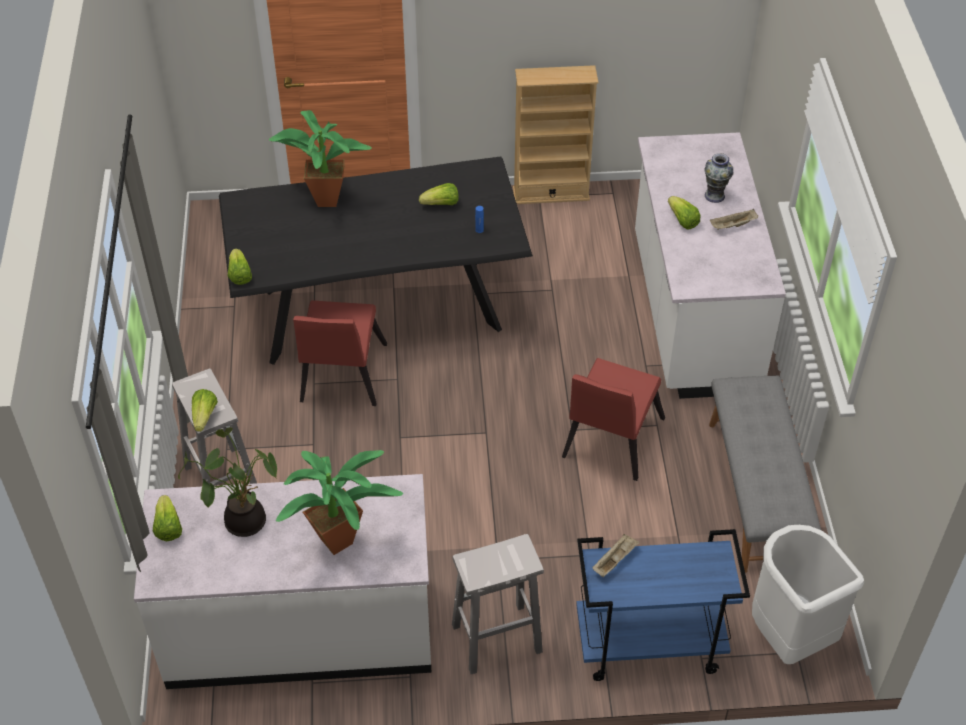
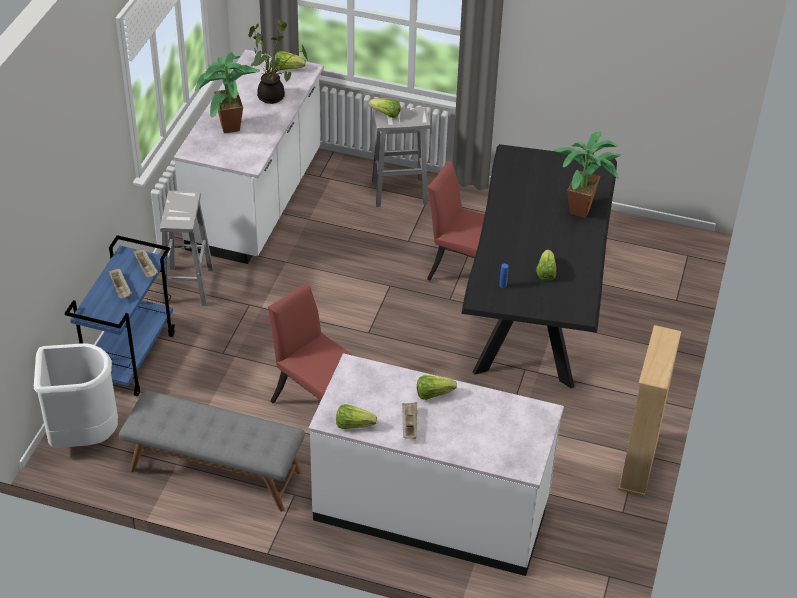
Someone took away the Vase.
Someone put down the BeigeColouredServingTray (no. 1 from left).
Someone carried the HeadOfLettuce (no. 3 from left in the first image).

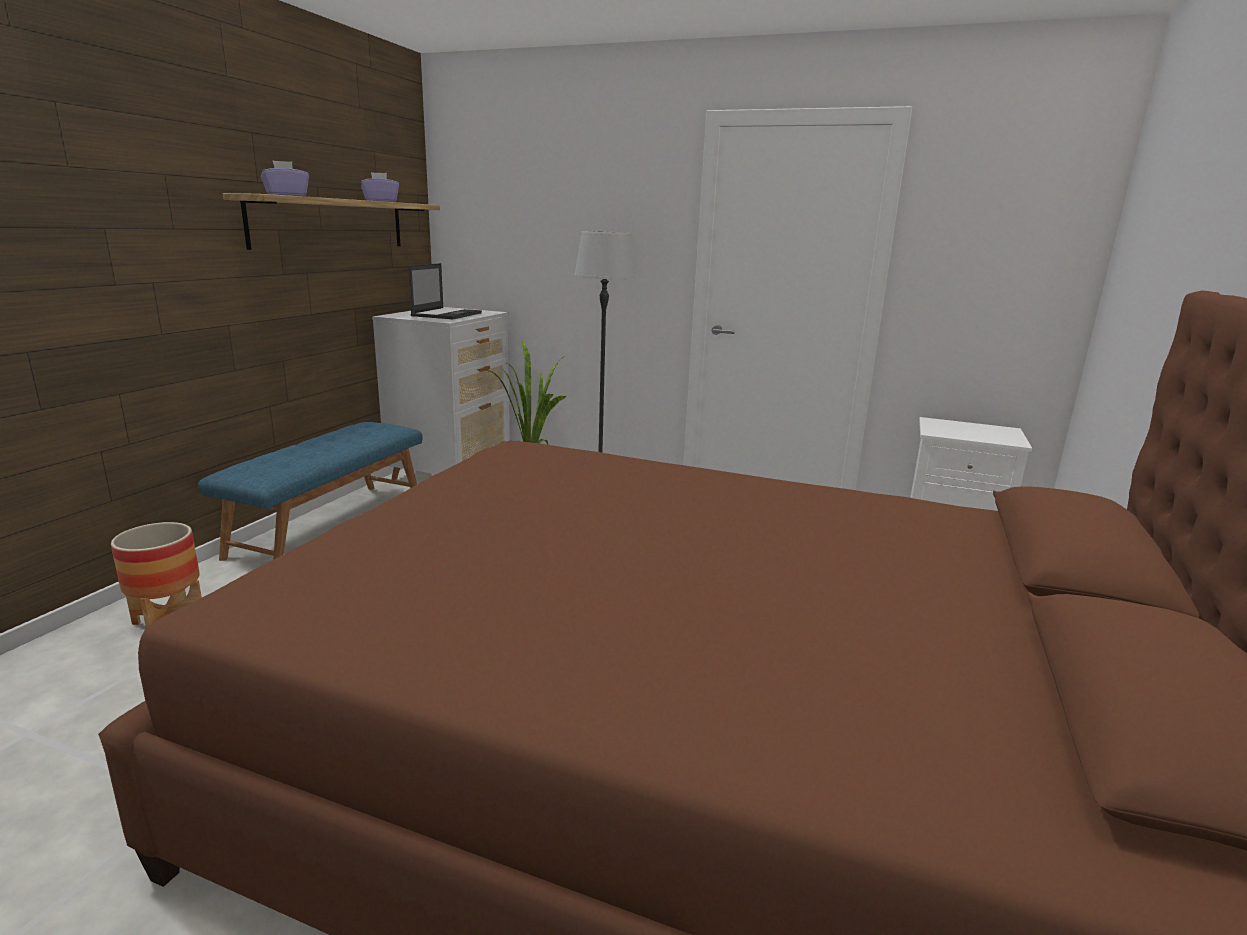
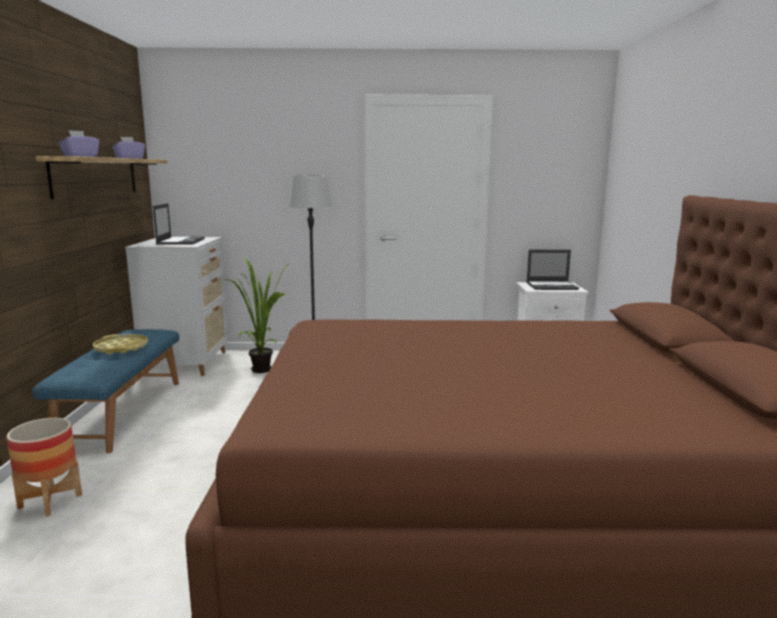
Someone put down the YellowishServingTray.
Someone put down the PortableComputer (no. 2 from left).

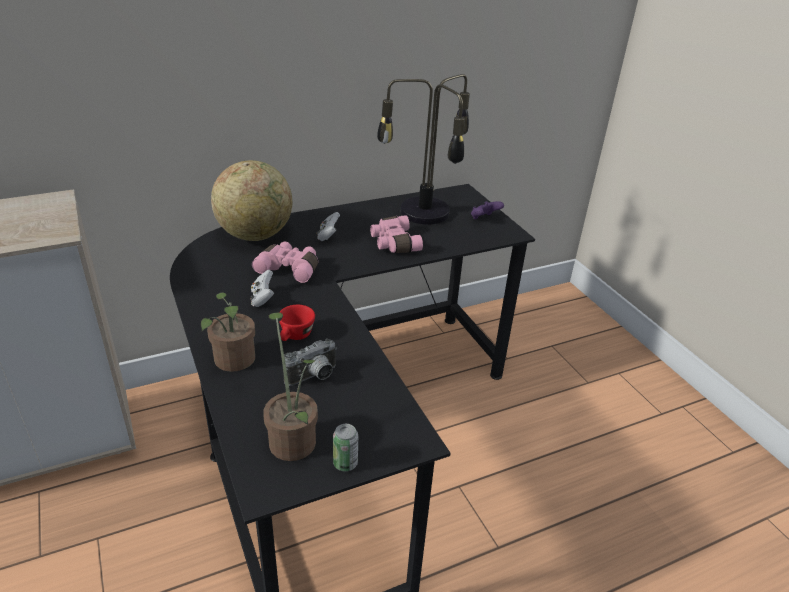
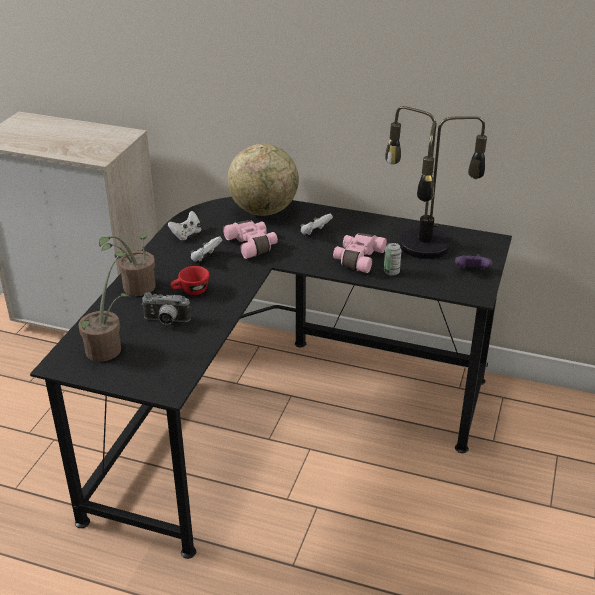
Someone put down the WhiteJoypad (no. 1 from left).
Someone carried the SealedCan.

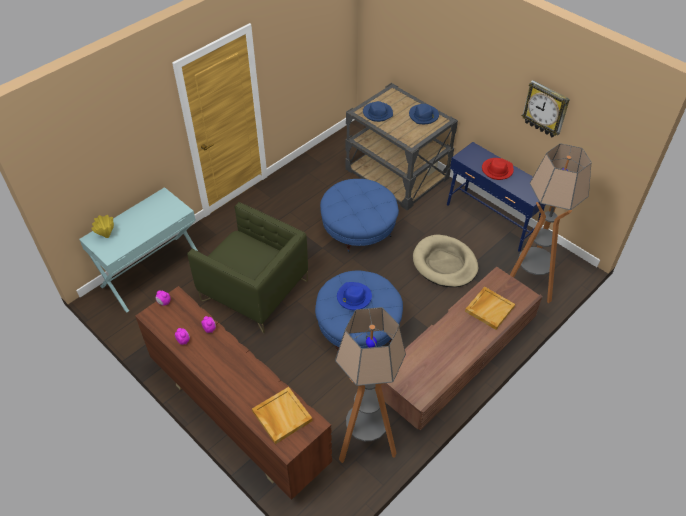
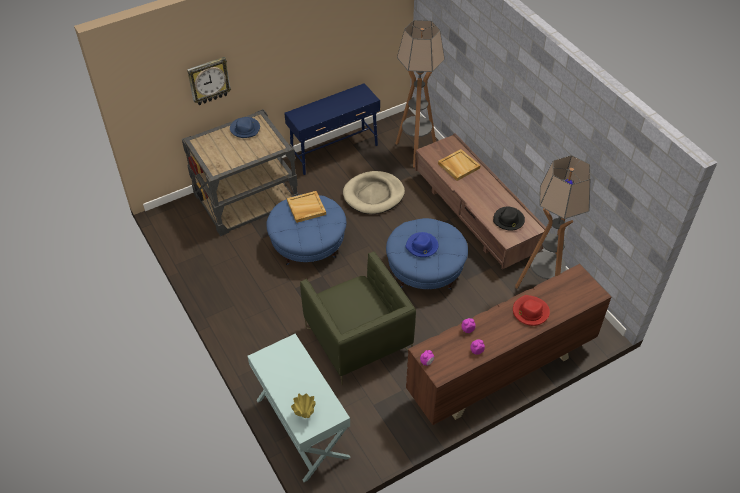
Someone took away the BlueColouredHat (no. 2 from left).
Someone put down the BlackishHat.
Someone carried the BeigeColouredServingTray (no. 1 from left).
Someone carried the ReddishHat.
Someone carried the HangingClock.
Someone rotated the GreenColouredLoungeChair by 105 degrees clockwise.

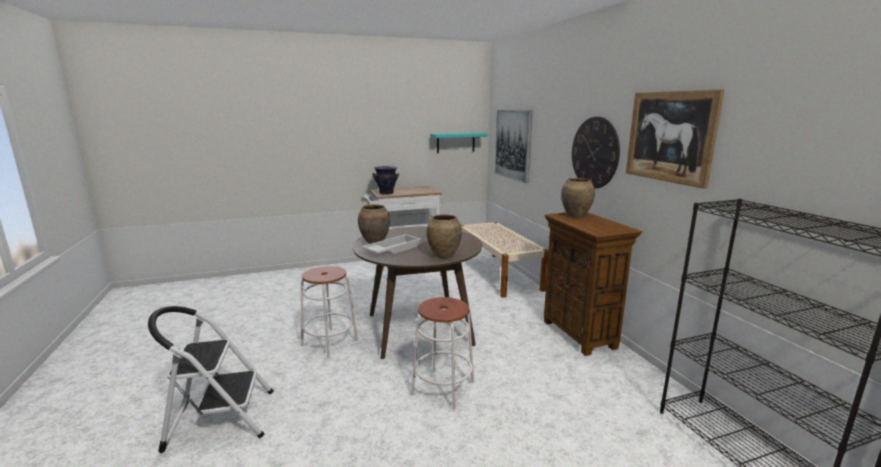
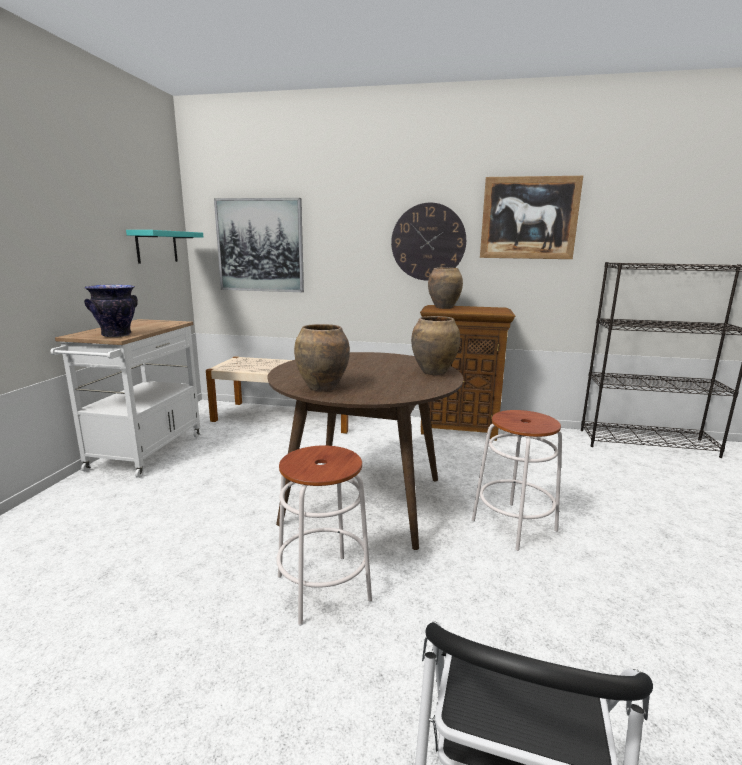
Someone took away the WhiteServingTray.

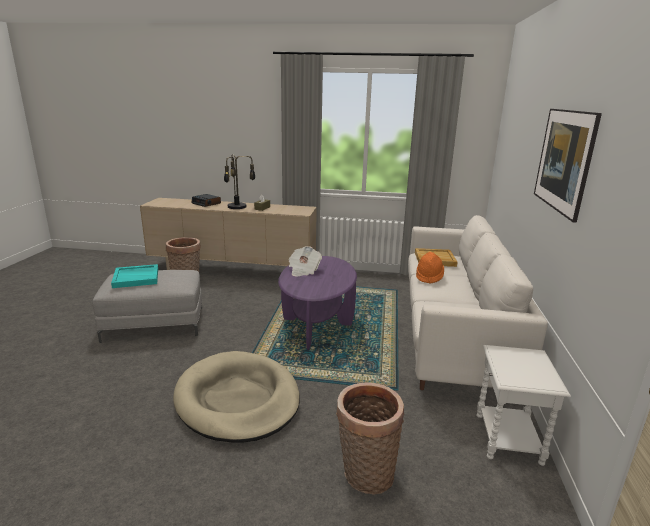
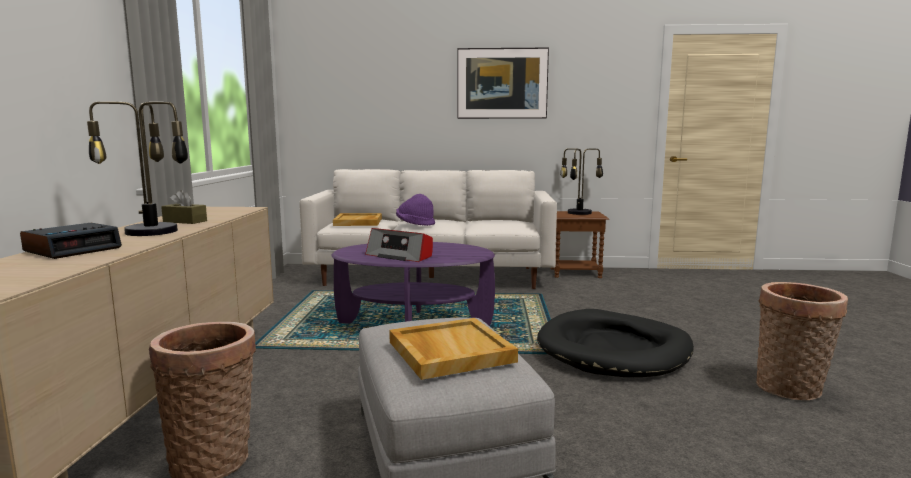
Someone put down the TableLamp (no. 2 from left).
Someone carried the StorageBasket (no. 2 from left).
Someone swapped the DailyPaper for the Radio.
Someone repainted the TurquoiseColouredServingTray, which became the BeigeColouredServingTray (no. 2 from left).
Someone repainted the BeigeColouredDogCushion, which became the BlackishDogCushion.
Someone repainted the OrangeHat, which became the PurpleHat.
Someone repainted the WhiteSideTable, which became the BrownishSideTable.

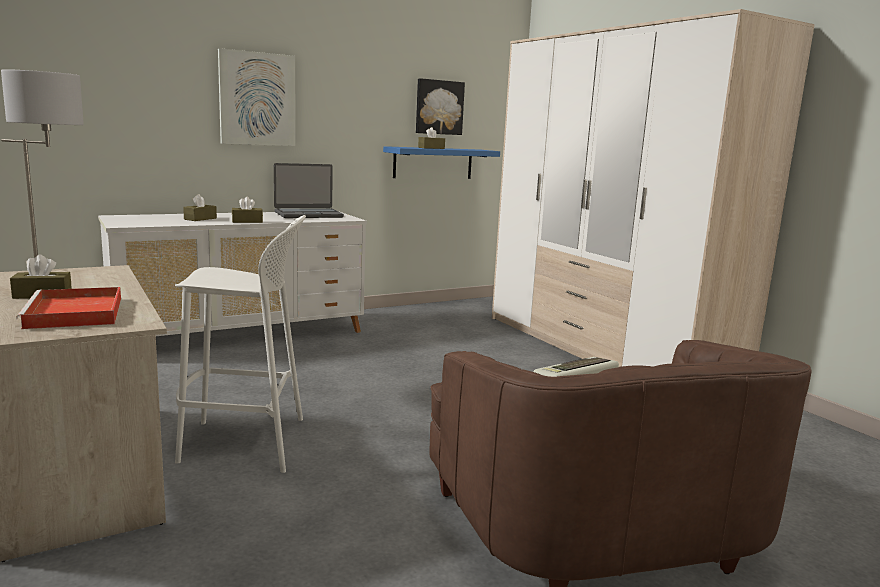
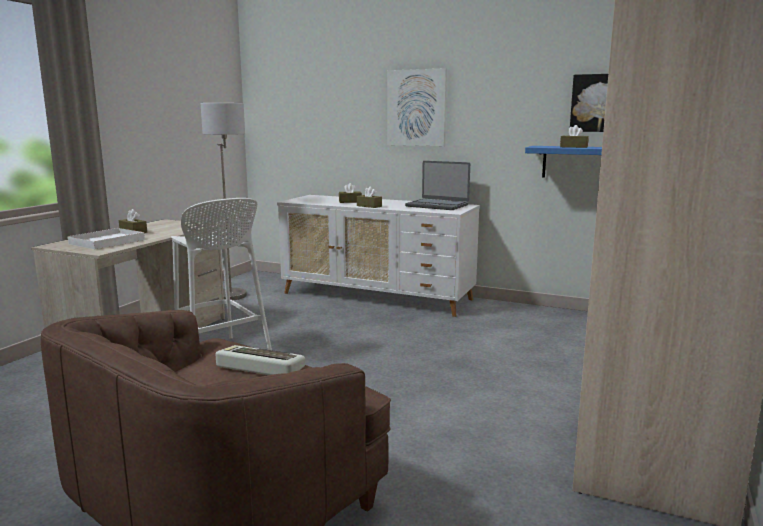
Someone repainted the ReddishServingTray, which became the WhiteServingTray.

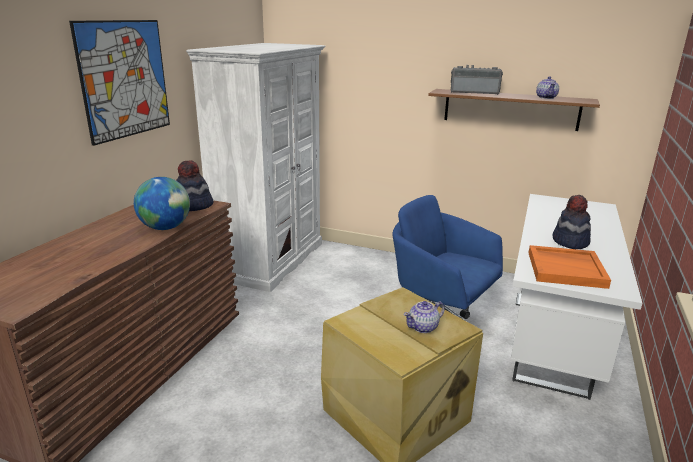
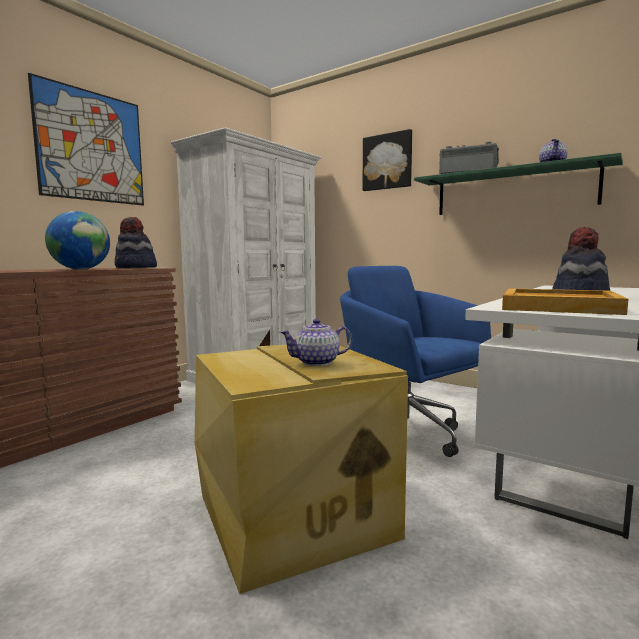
Someone put up the WallPicture (no. 2 from left).
Someone repainted the BrownishBracketShelf, which became the GreenColouredBracketShelf.
Someone repainted the OrangeServingTray, which became the BeigeColouredServingTray.

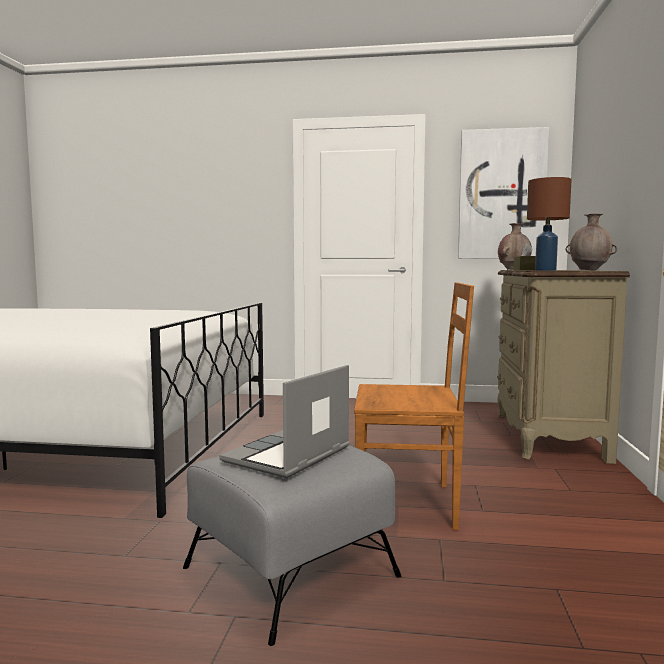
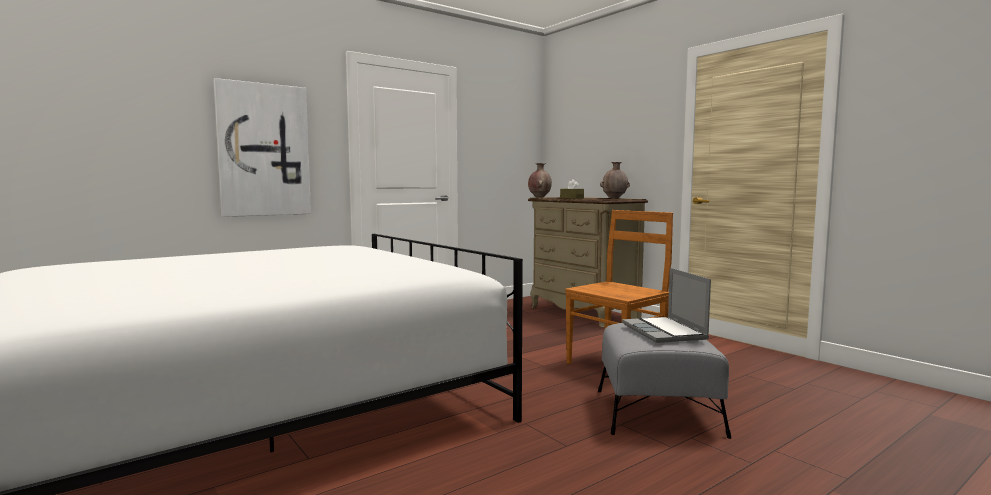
Someone took away the BrownishTableLamp.
Someone carried the WallPicture.

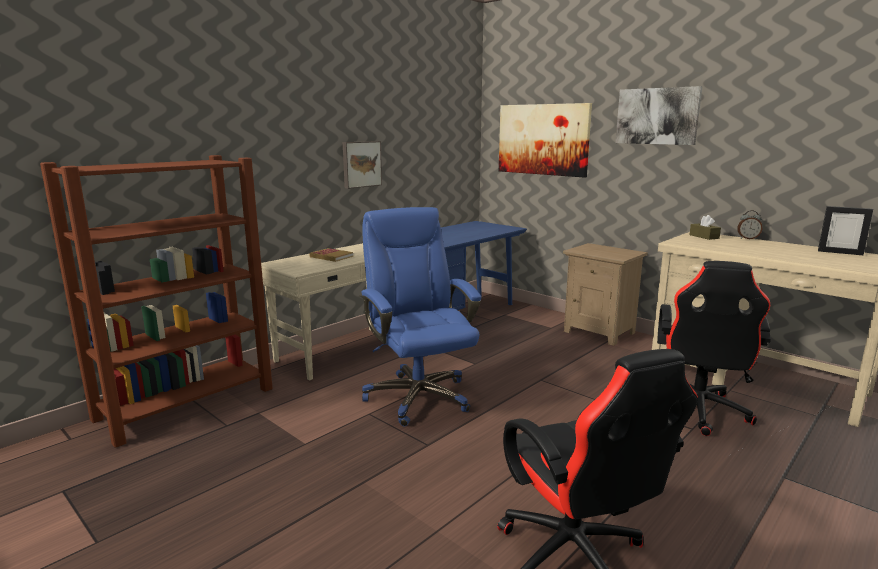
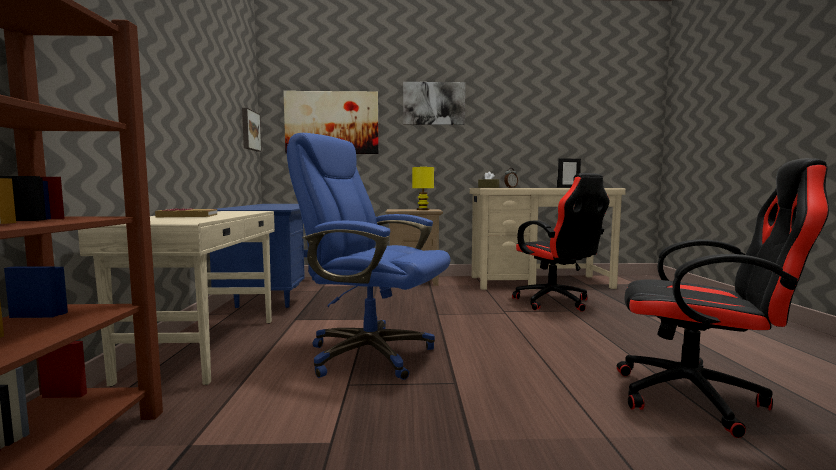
Someone put down the YellowishTableLamp.
Someone carried the WallPicture (no. 1 from left).

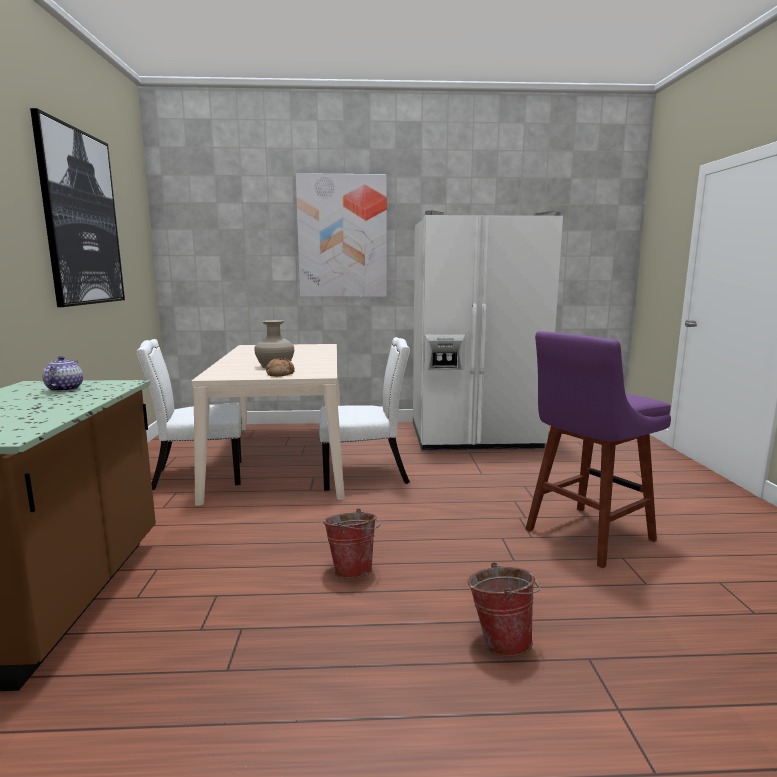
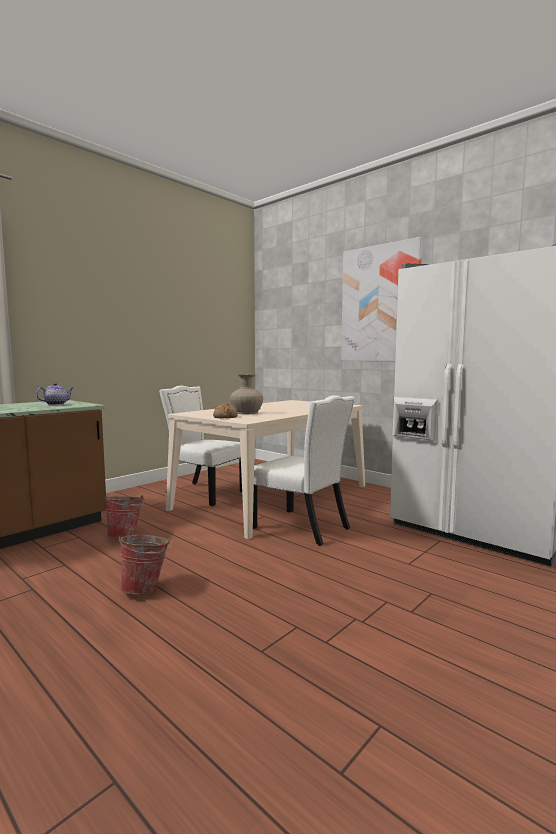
Someone took away the WallPicture (no. 1 from left).
Someone took away the PurpleSittingStool.
Someone carried the WaterBucket (no. 2 from left in the first image).

